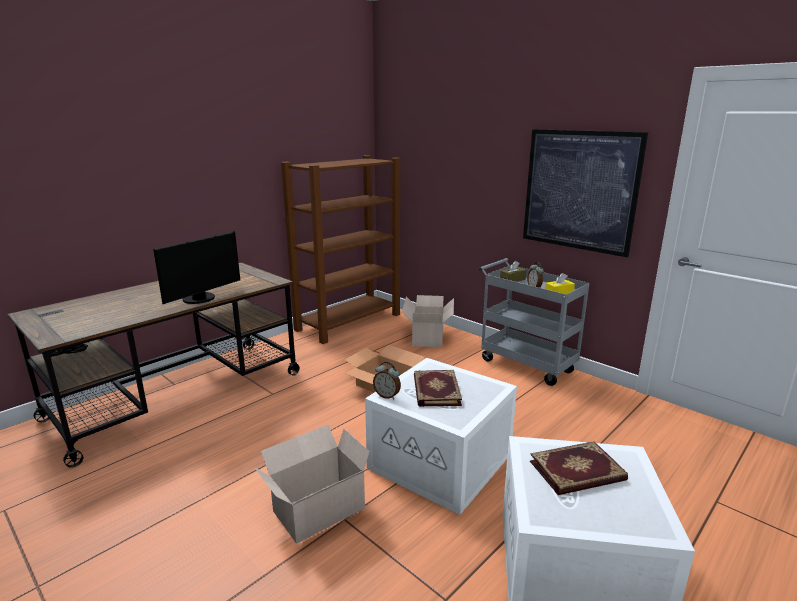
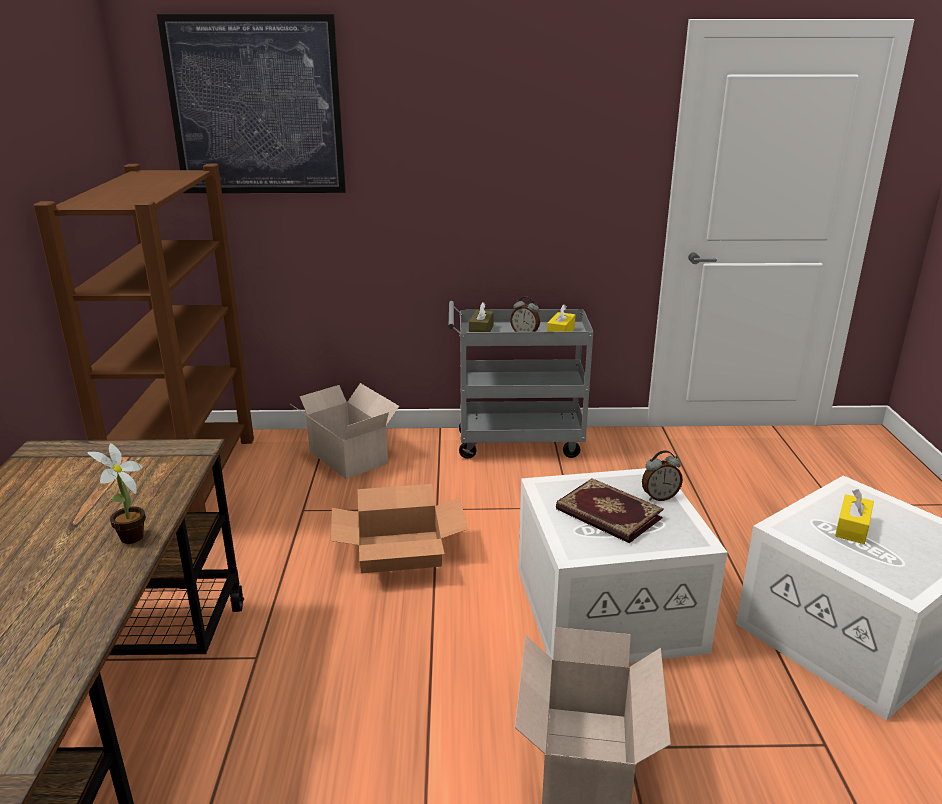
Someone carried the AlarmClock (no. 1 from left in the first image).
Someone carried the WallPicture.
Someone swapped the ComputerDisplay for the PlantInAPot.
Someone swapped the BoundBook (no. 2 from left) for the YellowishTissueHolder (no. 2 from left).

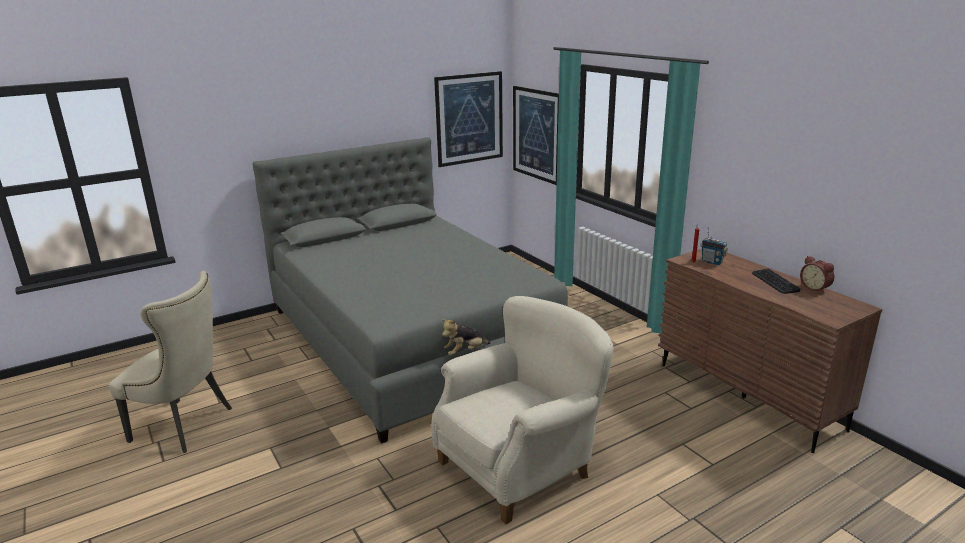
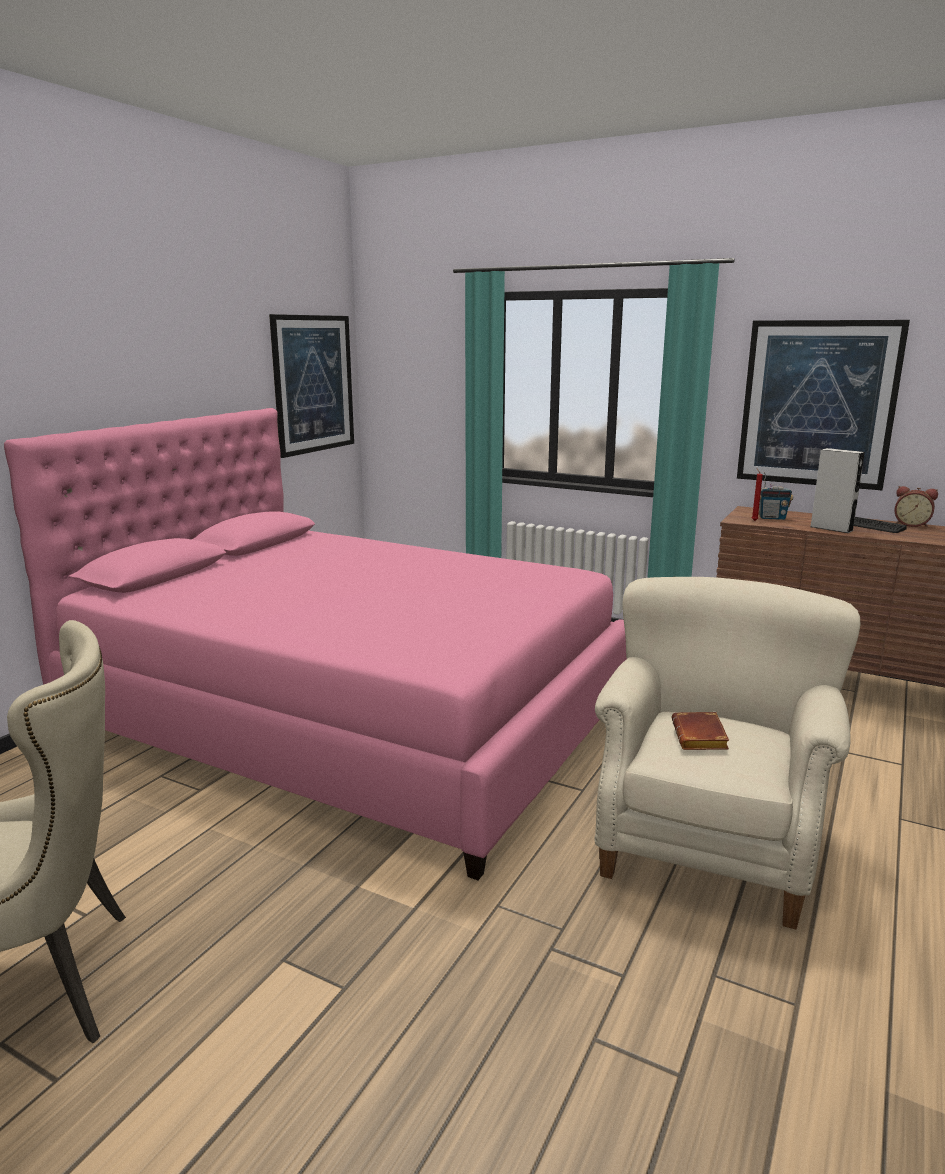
Someone took away the PlushToy.
Someone put down the BrownishBoundBook.
Someone put down the GrayLoudspeaker.
Someone carried the WallPicture (no. 2 from left).
Someone repainted the GrayBedroomBed, which became the PinkBedroomBed.

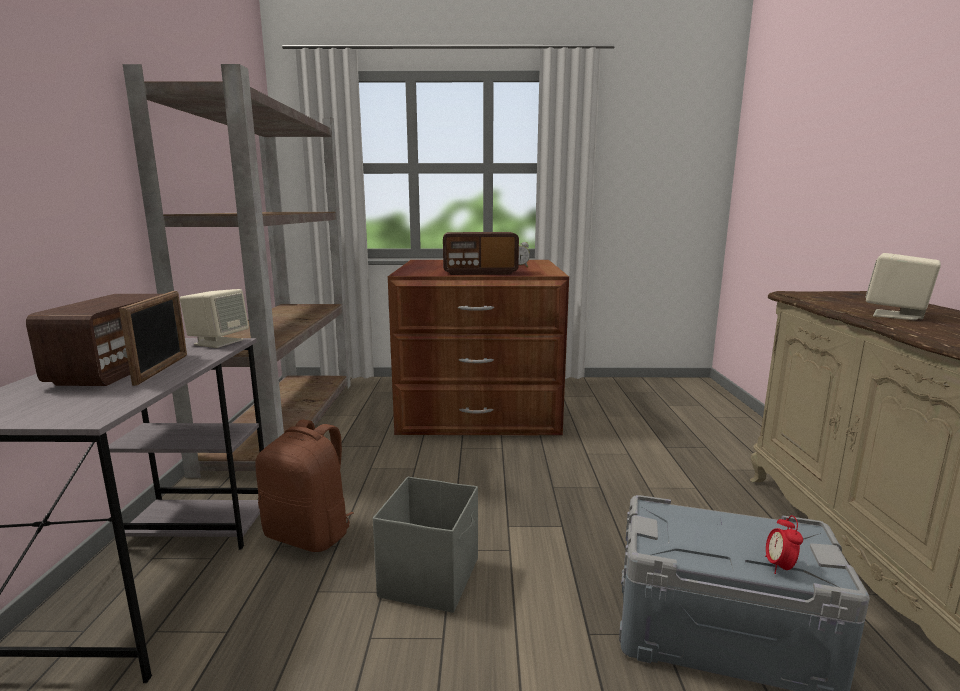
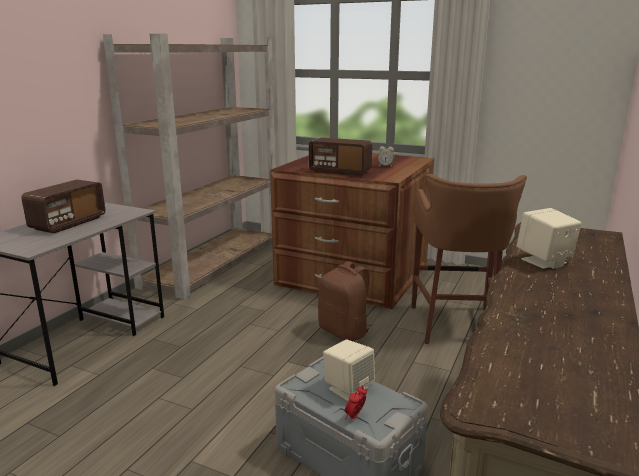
Someone took away the PictureFrame.
Someone took away the GrayStorageBin (no. 1 from left).
Someone put down the BrownishSittingStool.
Someone carried the BeigeColouredLoudspeaker (no. 1 from left).
Someone carried the BrownishRucksack.

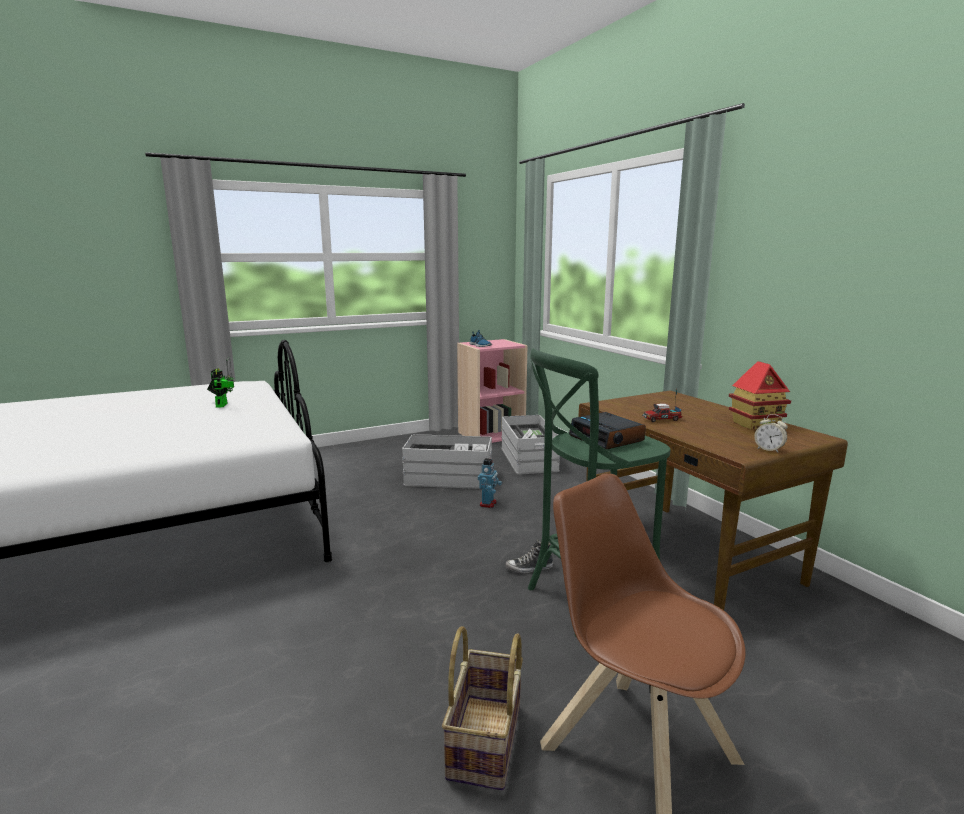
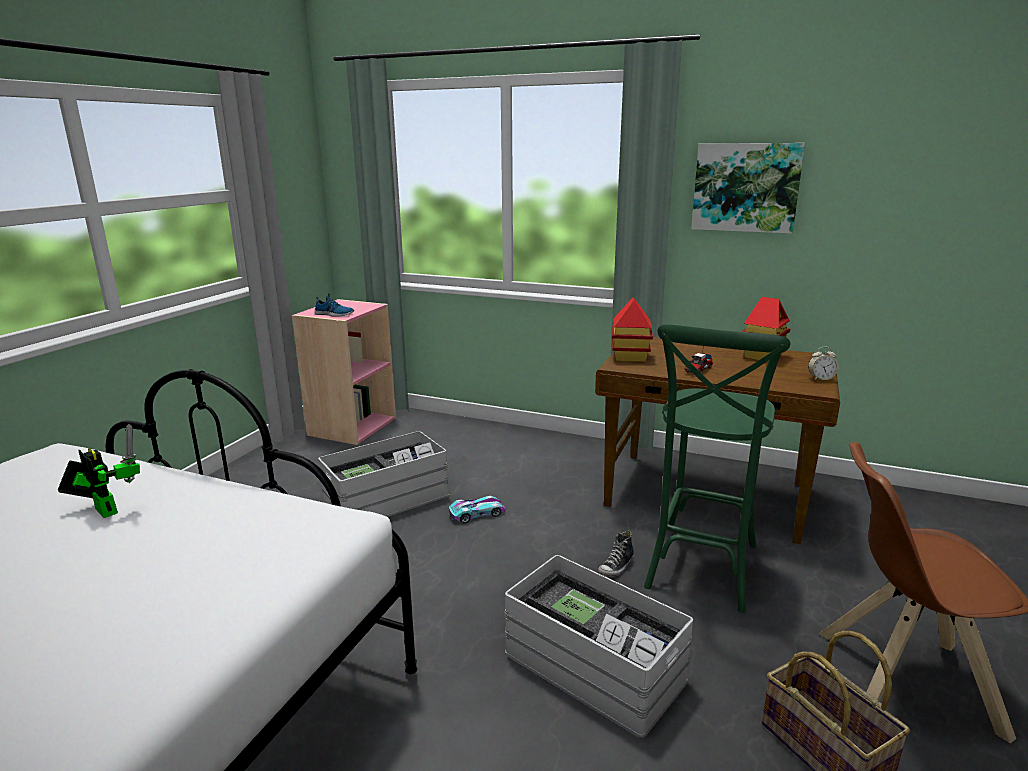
Someone took away the AlarmClock (no. 1 from left).
Someone put down the ModelHouse (no. 1 from left).
Someone put up the WallPicture.
Someone carried the GrayStorageBin (no. 2 from left).
Someone swapped the ModelRobot (no. 2 from left) for the MiniatureCar.

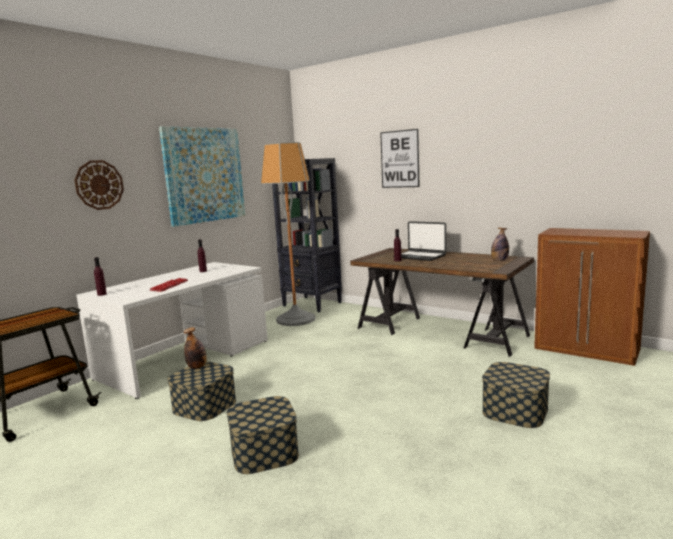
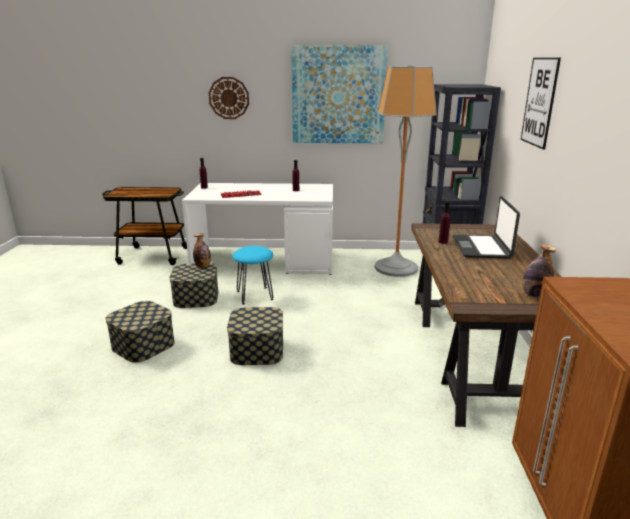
Someone put down the TurquoiseColouredSittingStool.
Someone carried the StorageBin (no. 3 from left).

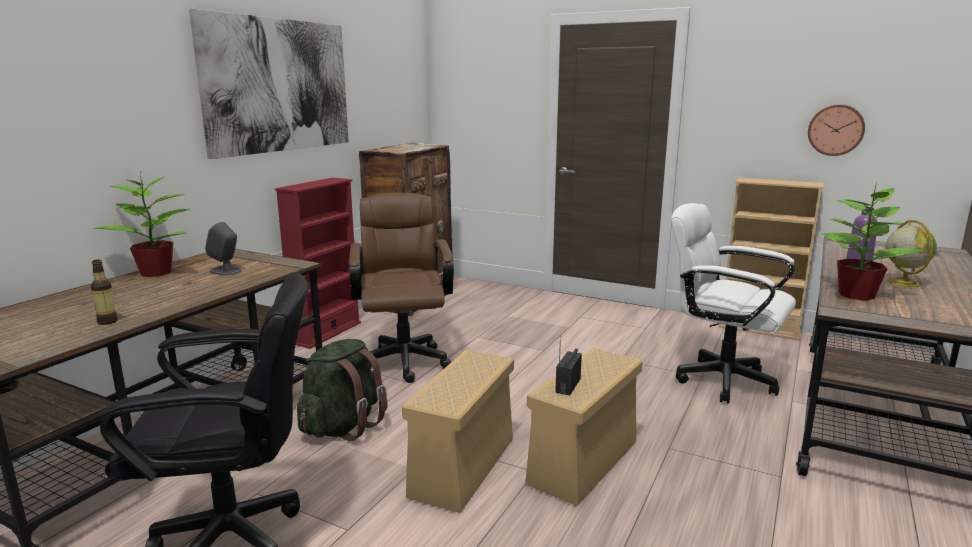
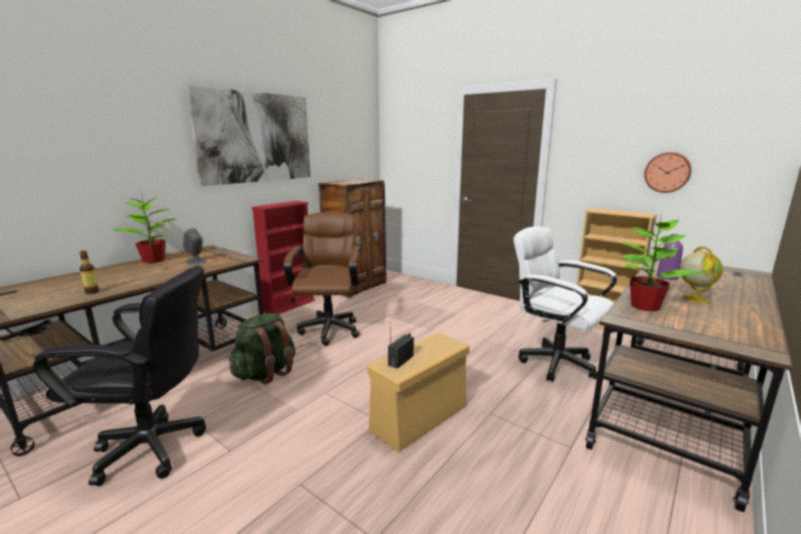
Someone took away the BeigeColouredStorageBin (no. 1 from left).

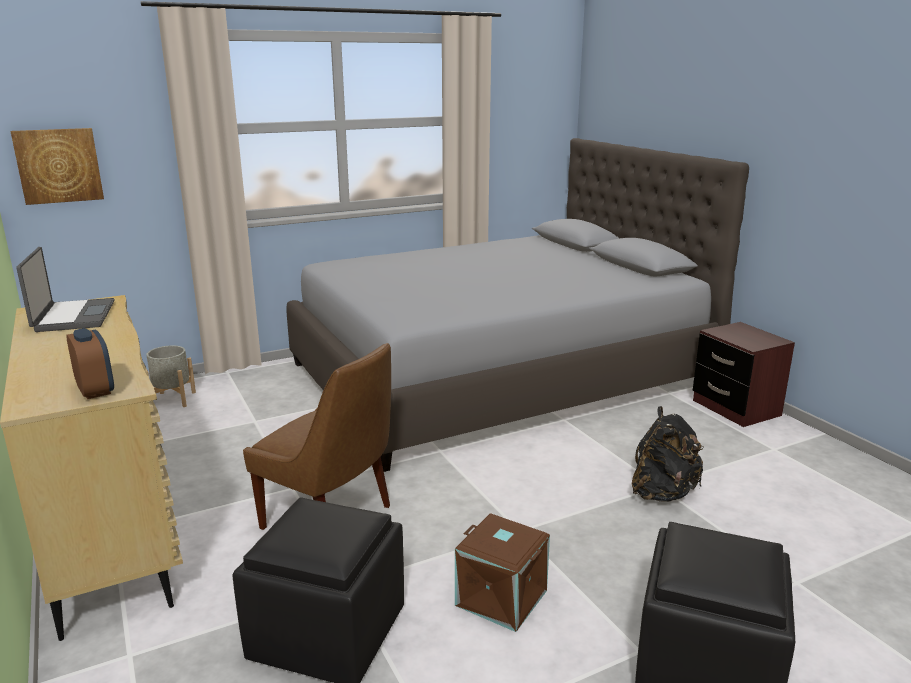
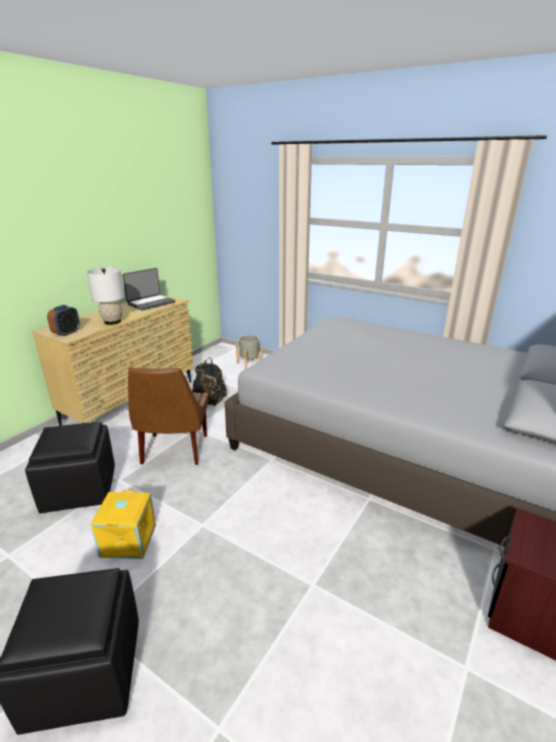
Someone took away the WallPicture.
Someone put down the WhiteTableLamp.
Someone carried the BlackishRucksack.
Someone repainted the BrownishStorageBin, which became the YellowishStorageBin.

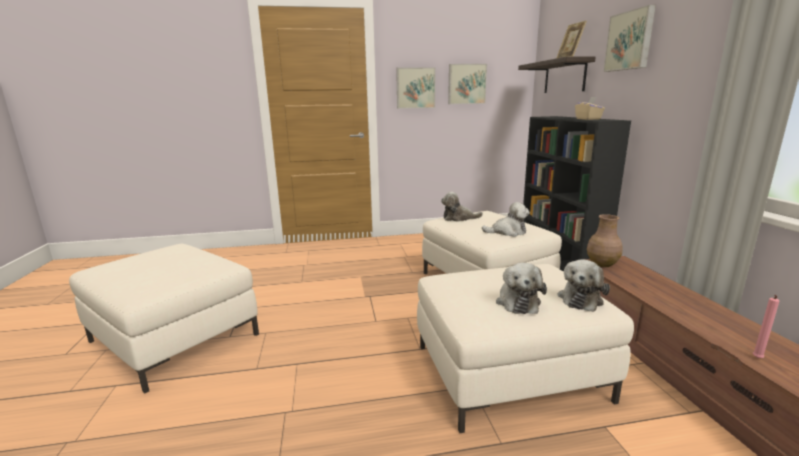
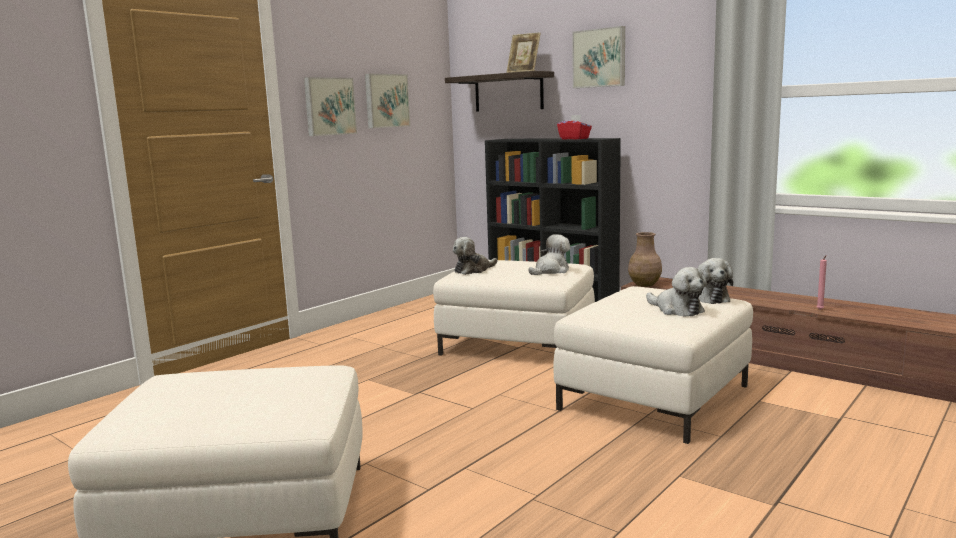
Someone repainted the BeigeColouredTissueHolder, which became the ReddishTissueHolder.

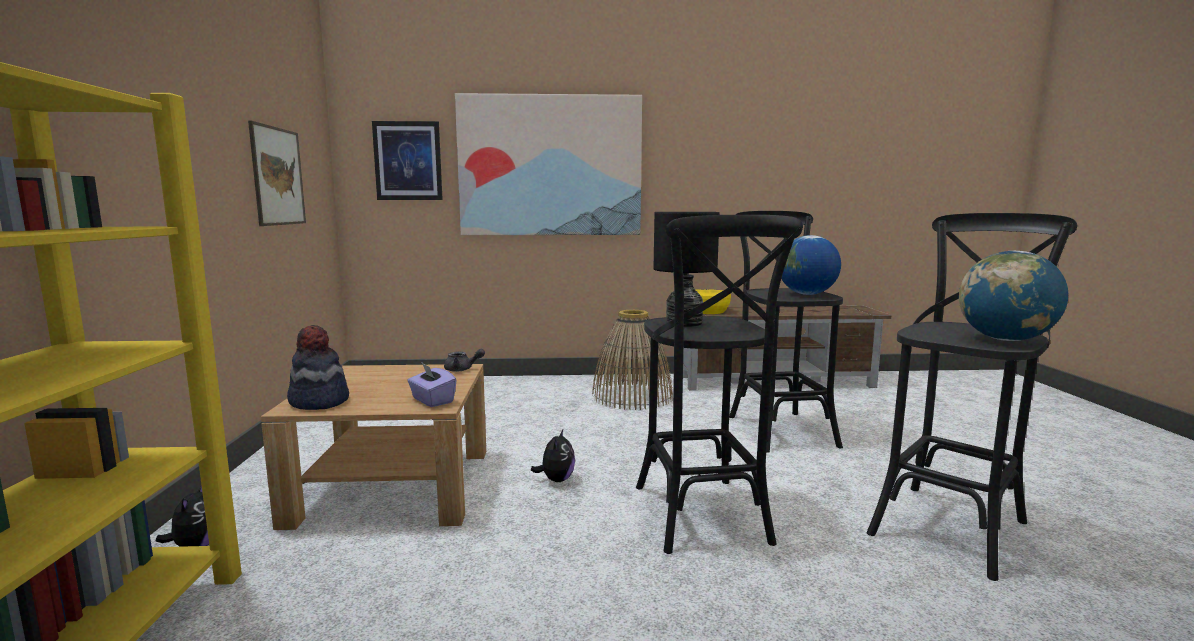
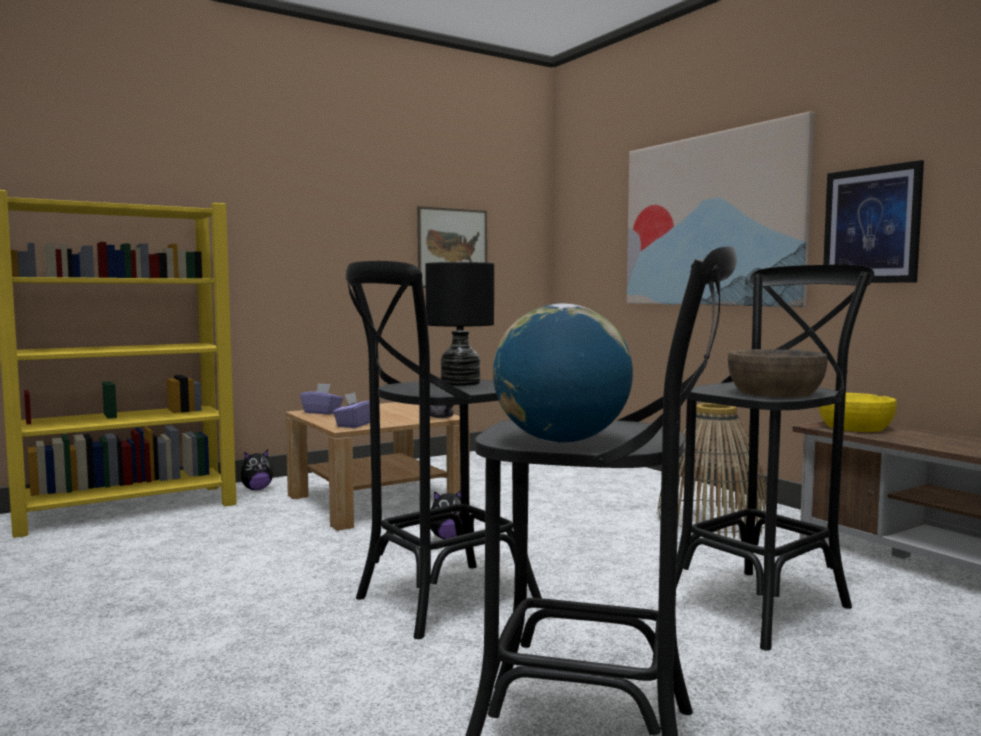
Someone carried the WallPicture (no. 2 from left in the first image).
Someone swapped the Hat for the PurpleTissueHolder (no. 1 from left).
Someone swapped the DeskGlobe (no. 1 from left) for the BrownishDeepDish.

